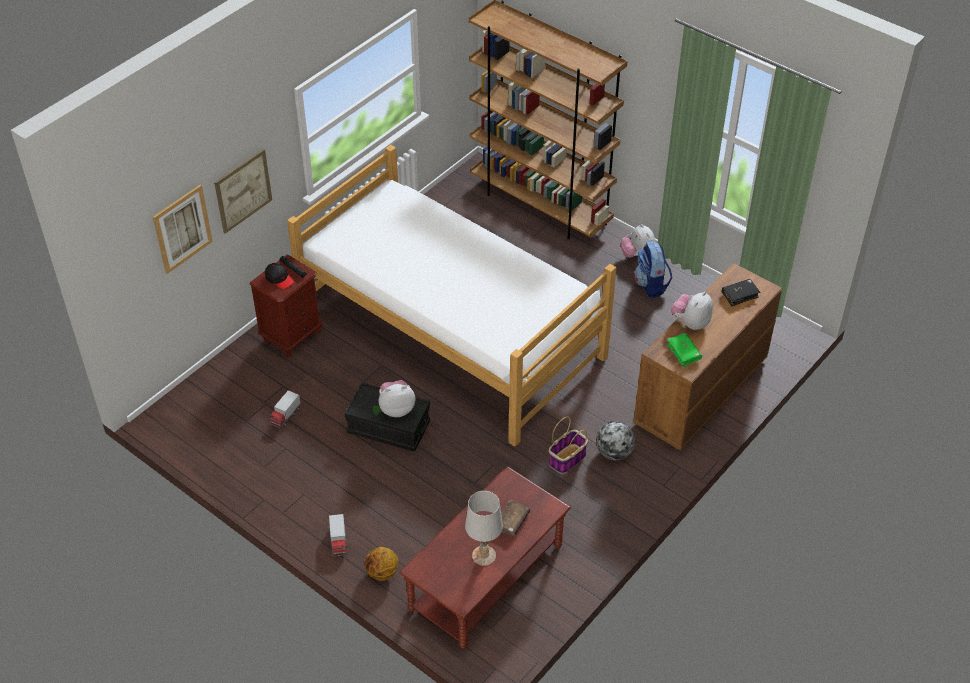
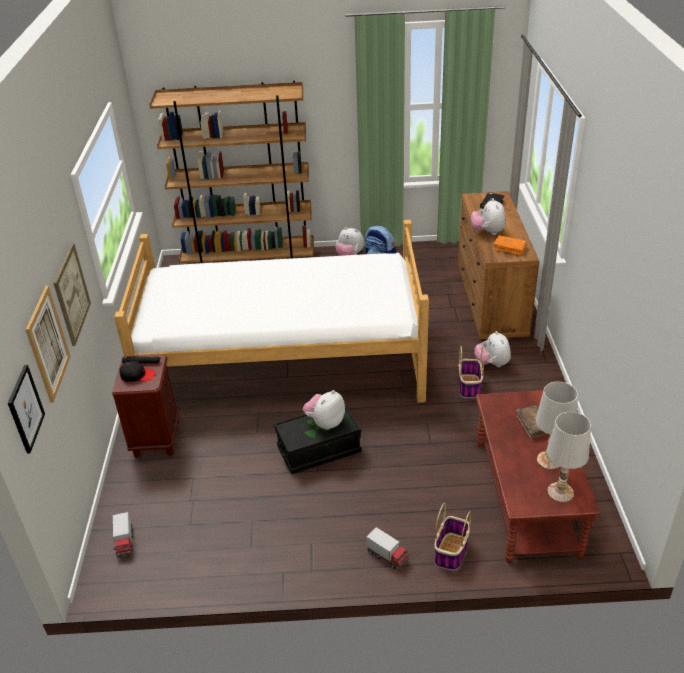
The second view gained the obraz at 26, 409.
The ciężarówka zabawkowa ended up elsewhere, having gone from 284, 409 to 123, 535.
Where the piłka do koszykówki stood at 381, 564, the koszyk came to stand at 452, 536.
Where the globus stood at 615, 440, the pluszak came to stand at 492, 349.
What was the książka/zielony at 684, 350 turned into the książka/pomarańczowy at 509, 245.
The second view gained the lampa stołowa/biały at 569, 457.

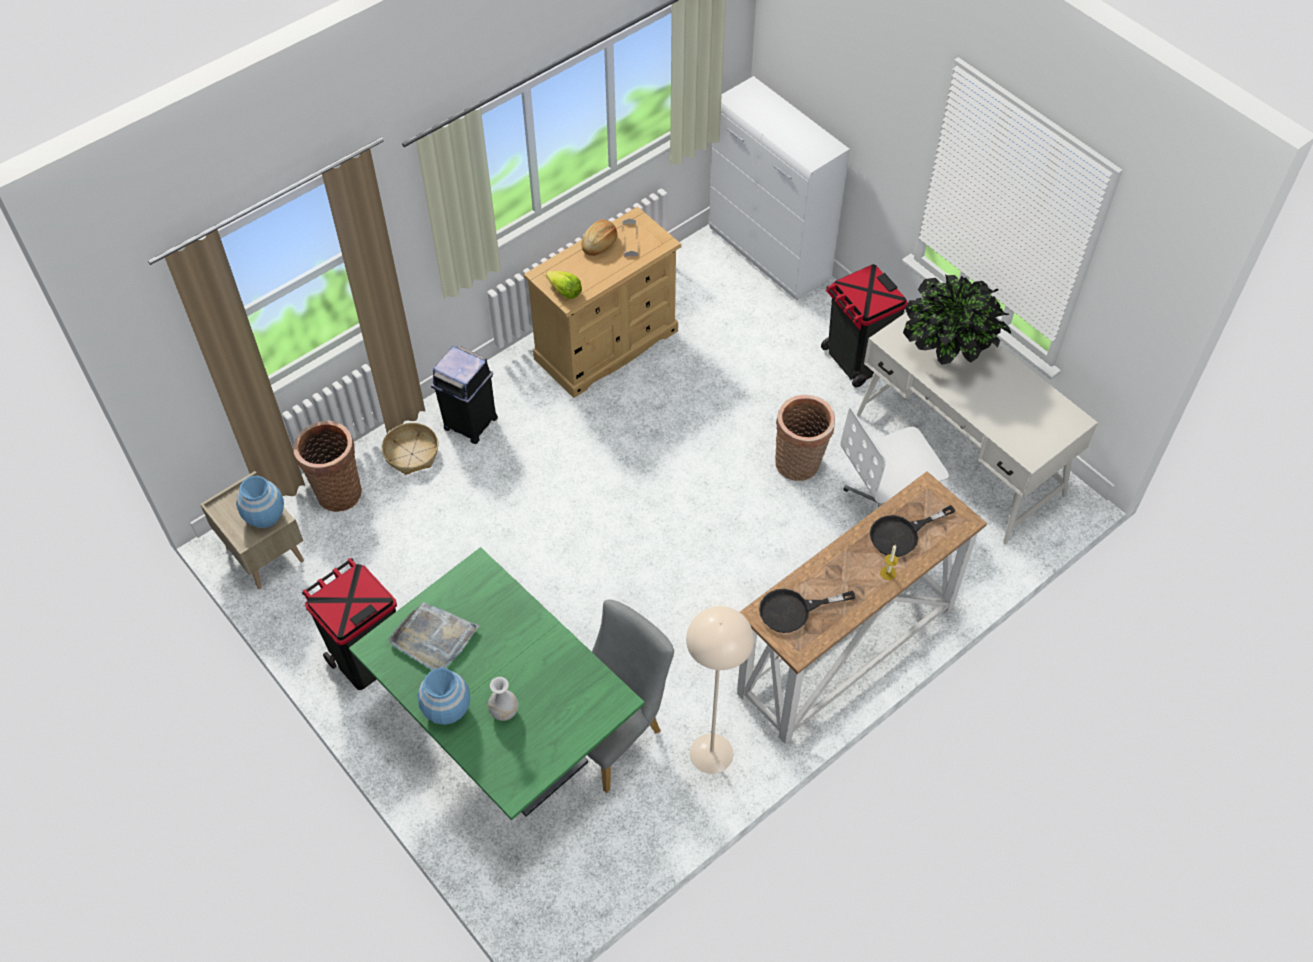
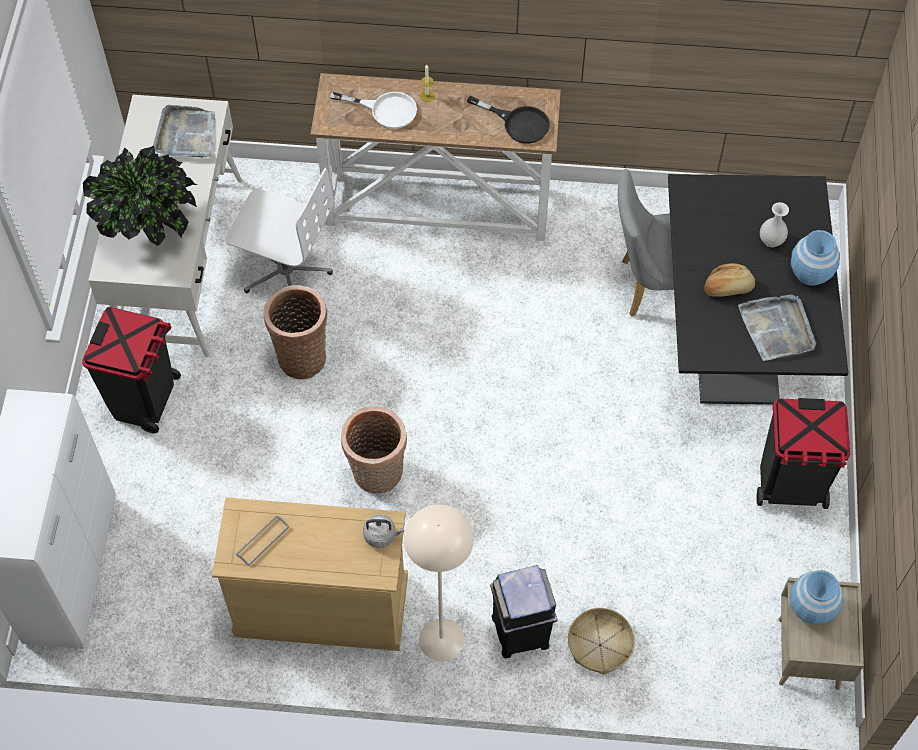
The second view gained the taca/szary at 184, 131.
What was the patelnia/czarny at 912, 531 turned into the patelnia/biały at 373, 110.
The koszyk ended up elsewhere, having gone from 327, 466 to 374, 450.
Where the sałata stood at 564, 285, the czajnik/szary came to stand at 383, 531.
The lampa stojąca/beżowy ended up elsewhere, having gone from 720, 690 to 439, 582.
What was the stół jadalny/zielony at 497, 683 turned into the stół jadalny/czarny at 758, 289.
The chleb ended up elsewhere, having gone from 599, 238 to 729, 280.

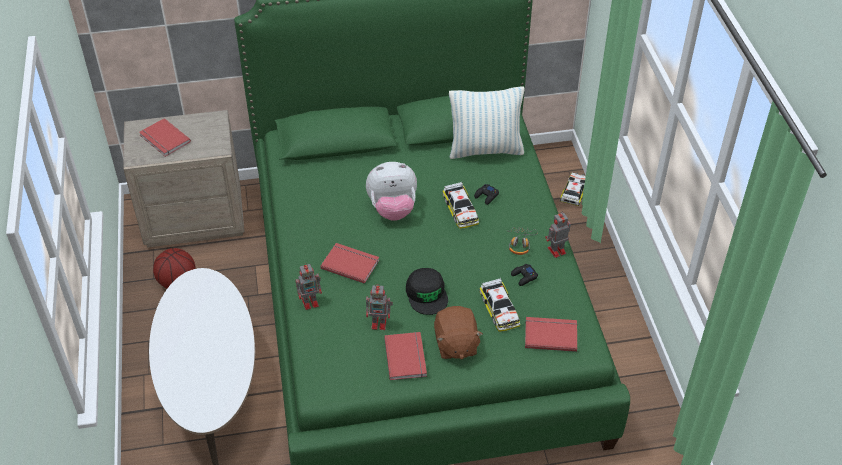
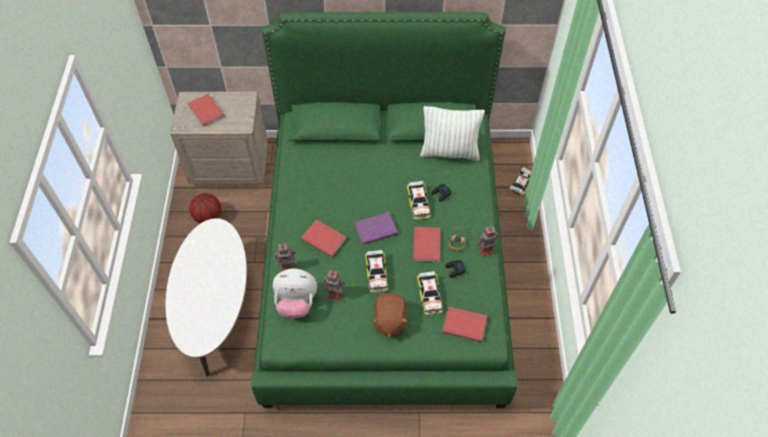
The pluszak ended up elsewhere, having gone from 391, 191 to 295, 293.
The second view gained the książka/fioletowy at 376, 228.
Where the czapka z daszkiem/czarny stood at 427, 291, the samochodzik came to stand at 376, 271.
The książka/czerwony ended up elsewhere, having gone from 405, 356 to 426, 244.

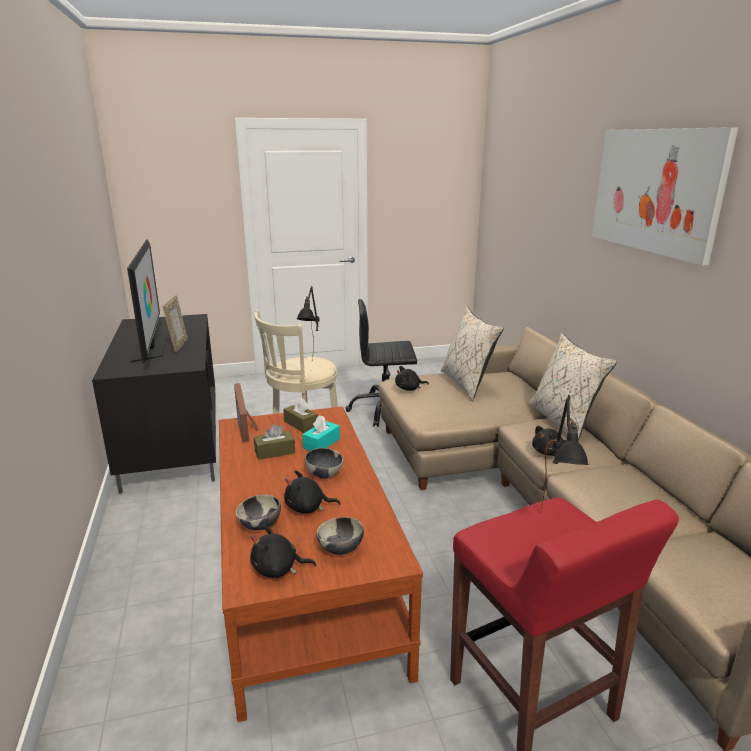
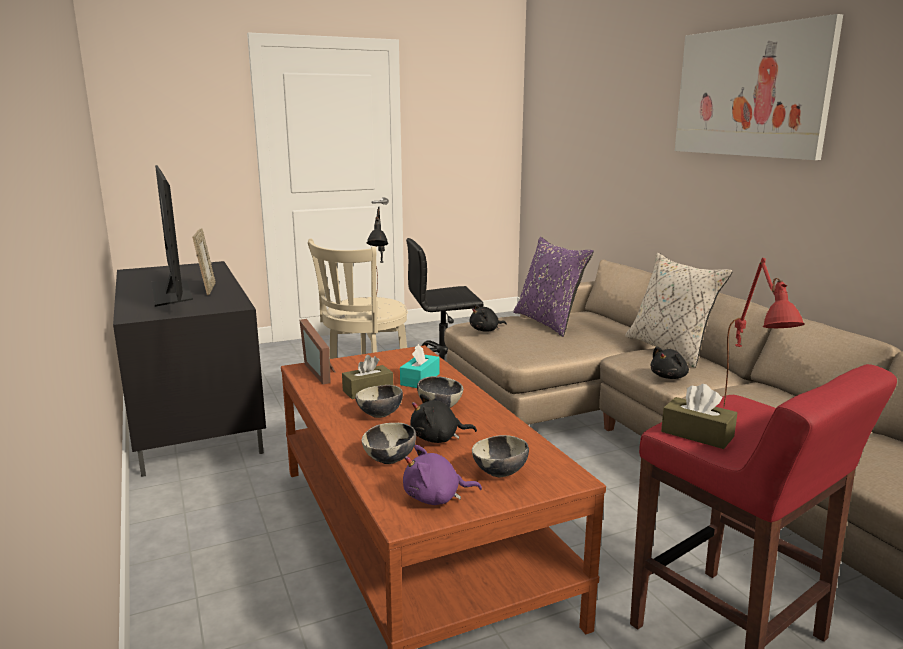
The second view gained the miska at 379, 401.
What was the pluszak/czarny at 283, 551 turned into the pluszak/fioletowy at 442, 475.
What was the poduszka/beżowy at 472, 354 turned into the poduszka/fioletowy at 553, 287.
The pudełko chusteczek/brązowy ended up elsewhere, having gone from 300, 415 to 699, 416.
What was the lampa stołowa/czarny at 564, 454 turned into the lampa stołowa/czerwony at 764, 332.

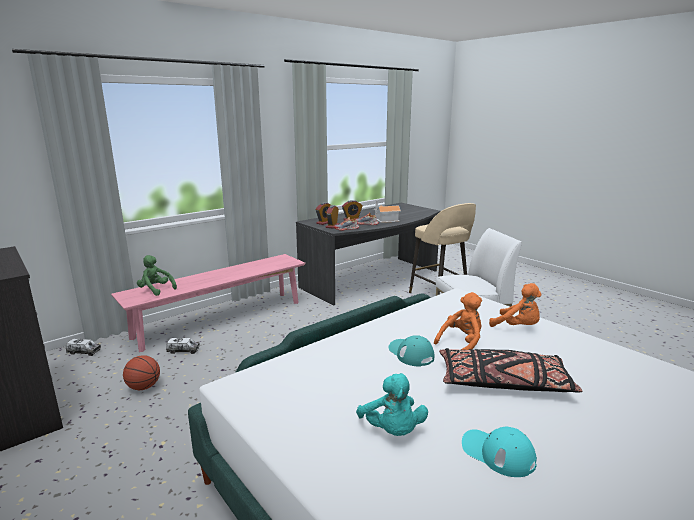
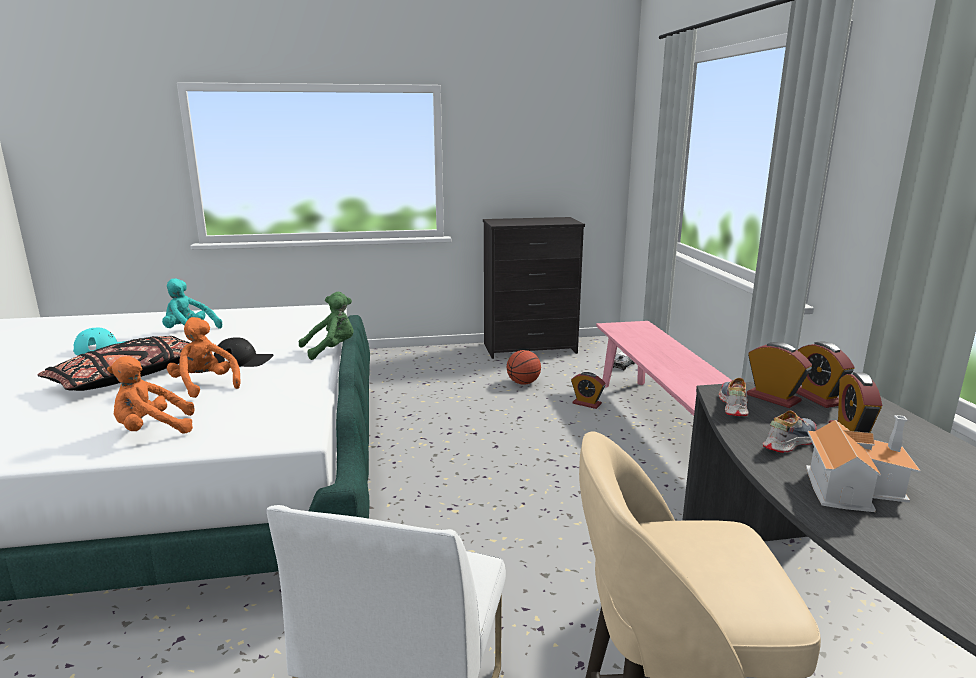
The pluszak/pomarańczowy at 458, 321 ended up facing another way, 150 degrees clockwise from before.
What was the czapka z daszkiem/turkusowy at 411, 350 turned into the czapka z daszkiem/czarny at 244, 352.
The pluszak/zielony ended up elsewhere, having gone from 157, 275 to 326, 326.
Where the ciężarówka zabawkowa stood at 183, 346, the budzik came to stand at 588, 390.

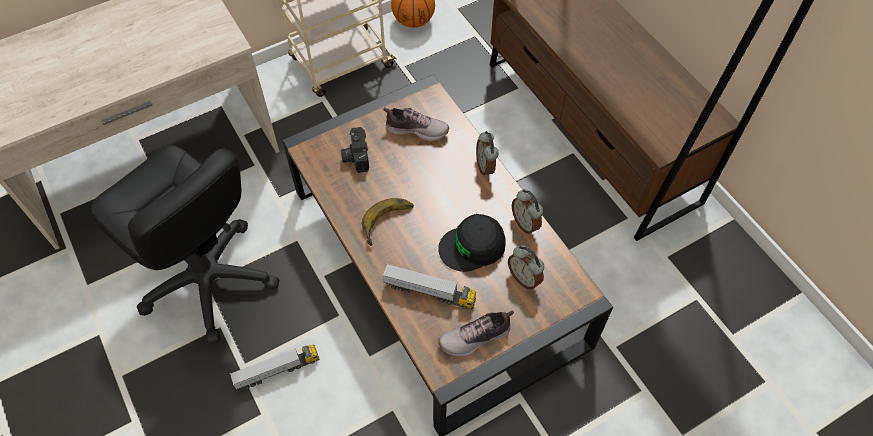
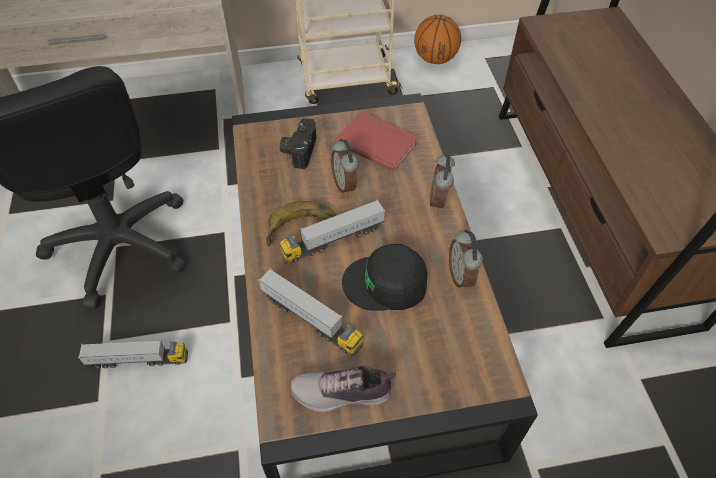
The second view gained the ciężarówka zabawkowa at 332, 231.
The budzik ended up elsewhere, having gone from 526, 267 to 345, 167.
Where the but stood at 416, 124, the książka/czerwony came to stand at 377, 141.

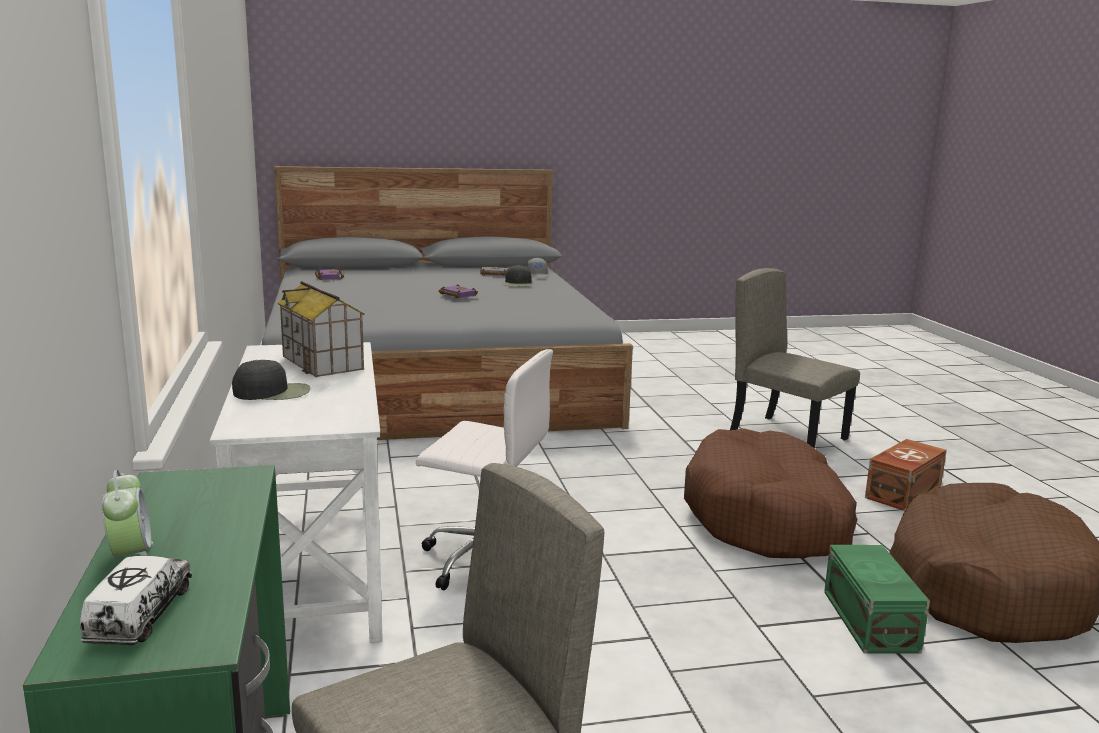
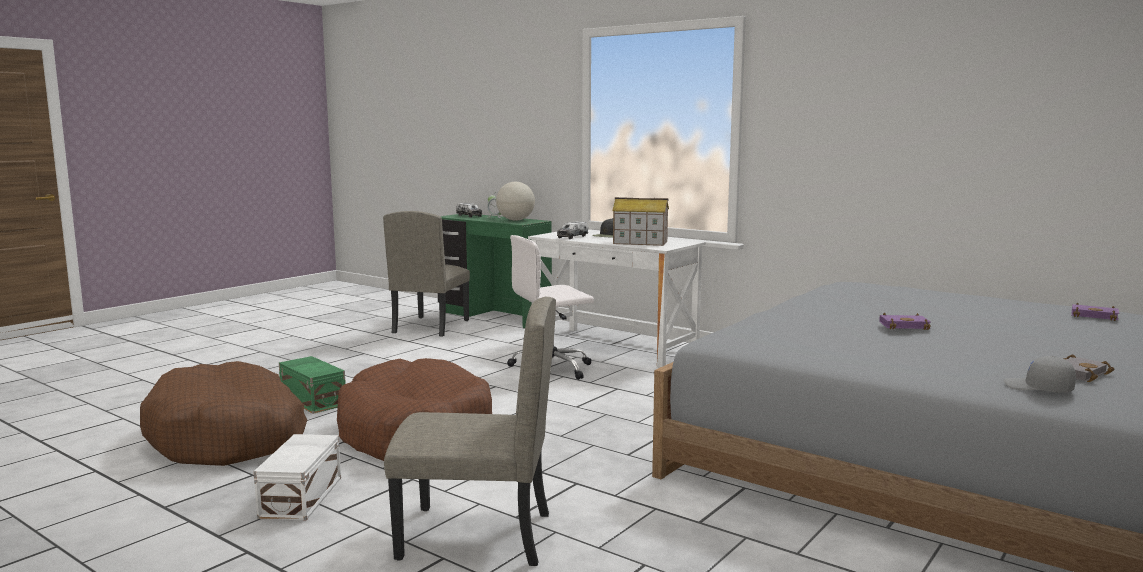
What was the pojemnik do przechowywania/brązowy at 906, 475 turned into the pojemnik do przechowywania/biały at 297, 477.
The second view gained the globus at 515, 201.
The second view gained the ciężarówka zabawkowa at 572, 230.
The second view lost the czapka z daszkiem/czarny at 517, 276.

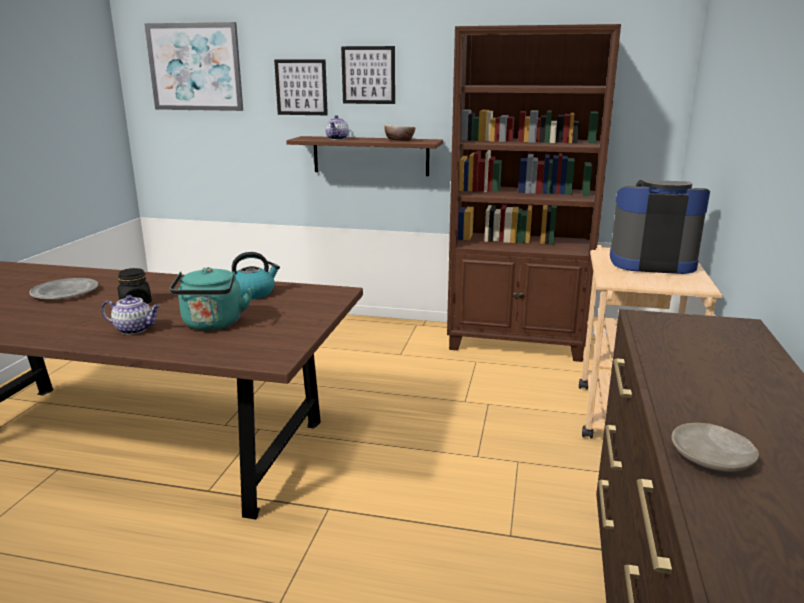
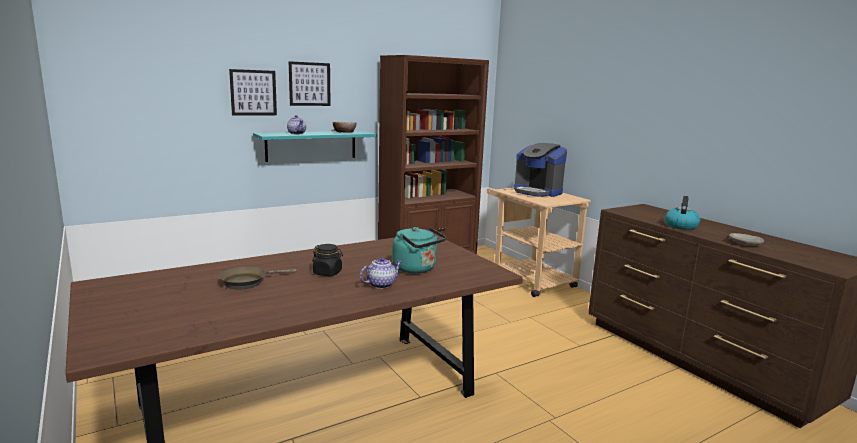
Where the talerz/szary stood at 63, 288, the patelnia/brązowy came to stand at 258, 278.
What was the półka/brązowy at 364, 156 turned into the półka/turkusowy at 315, 146.
The ekspres do kawy at 660, 227 ended up facing another way, 105 degrees counterclockwise from before.
The czajnik ended up elsewhere, having gone from 255, 275 to 682, 213.
The second view lost the obraz at 193, 66.

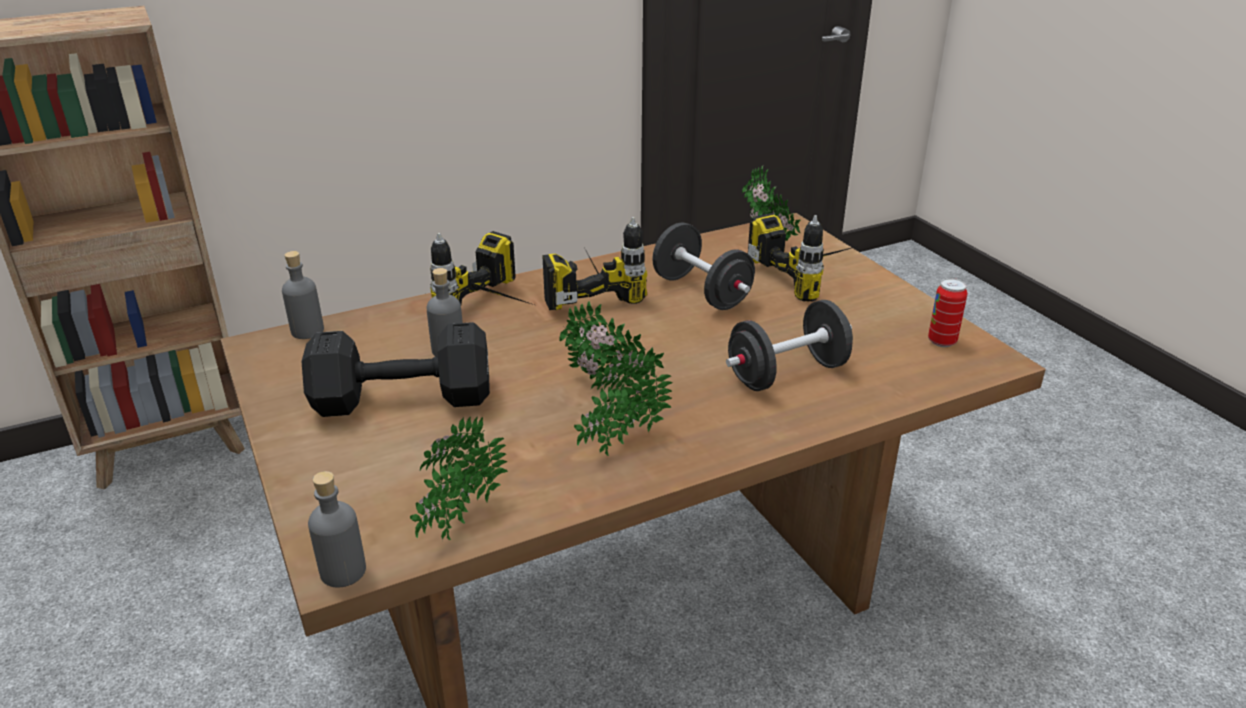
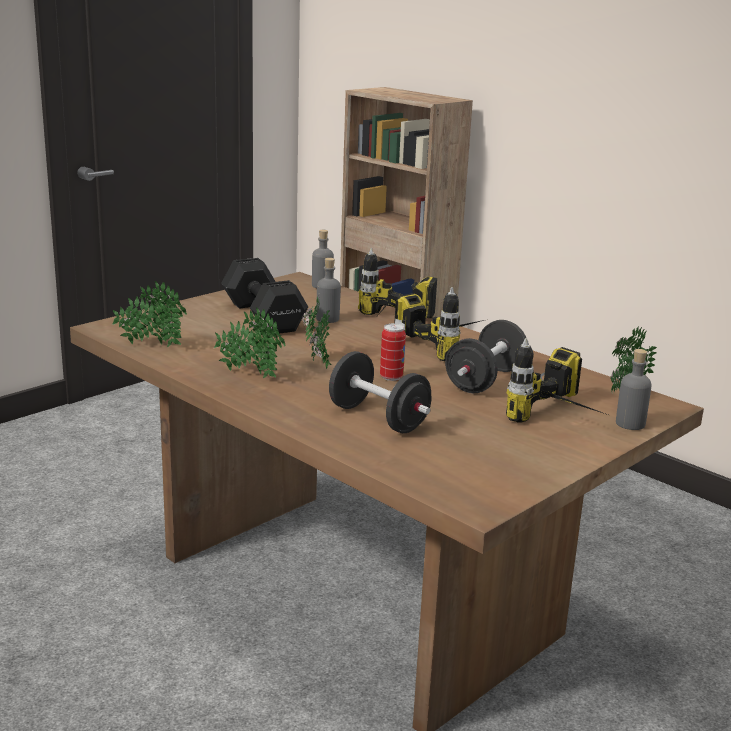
The puszka ended up elsewhere, having gone from 947, 312 to 393, 352.
The butelka/szary ended up elsewhere, having gone from 337, 529 to 634, 389.

